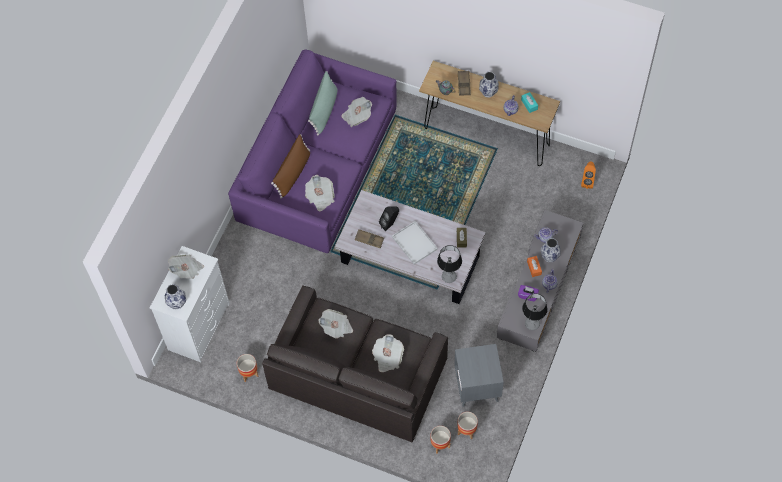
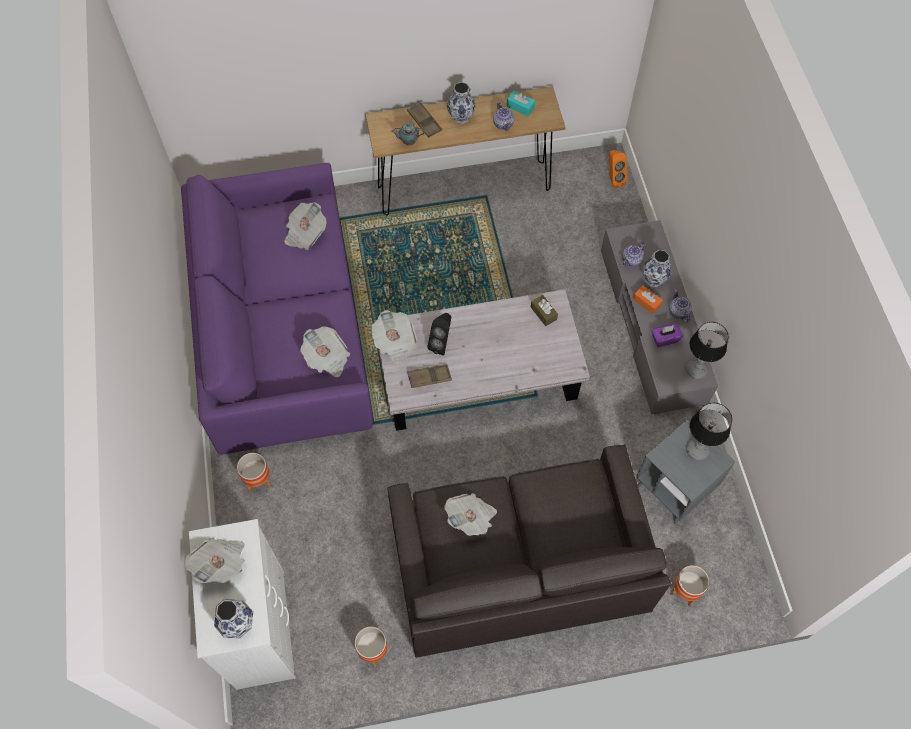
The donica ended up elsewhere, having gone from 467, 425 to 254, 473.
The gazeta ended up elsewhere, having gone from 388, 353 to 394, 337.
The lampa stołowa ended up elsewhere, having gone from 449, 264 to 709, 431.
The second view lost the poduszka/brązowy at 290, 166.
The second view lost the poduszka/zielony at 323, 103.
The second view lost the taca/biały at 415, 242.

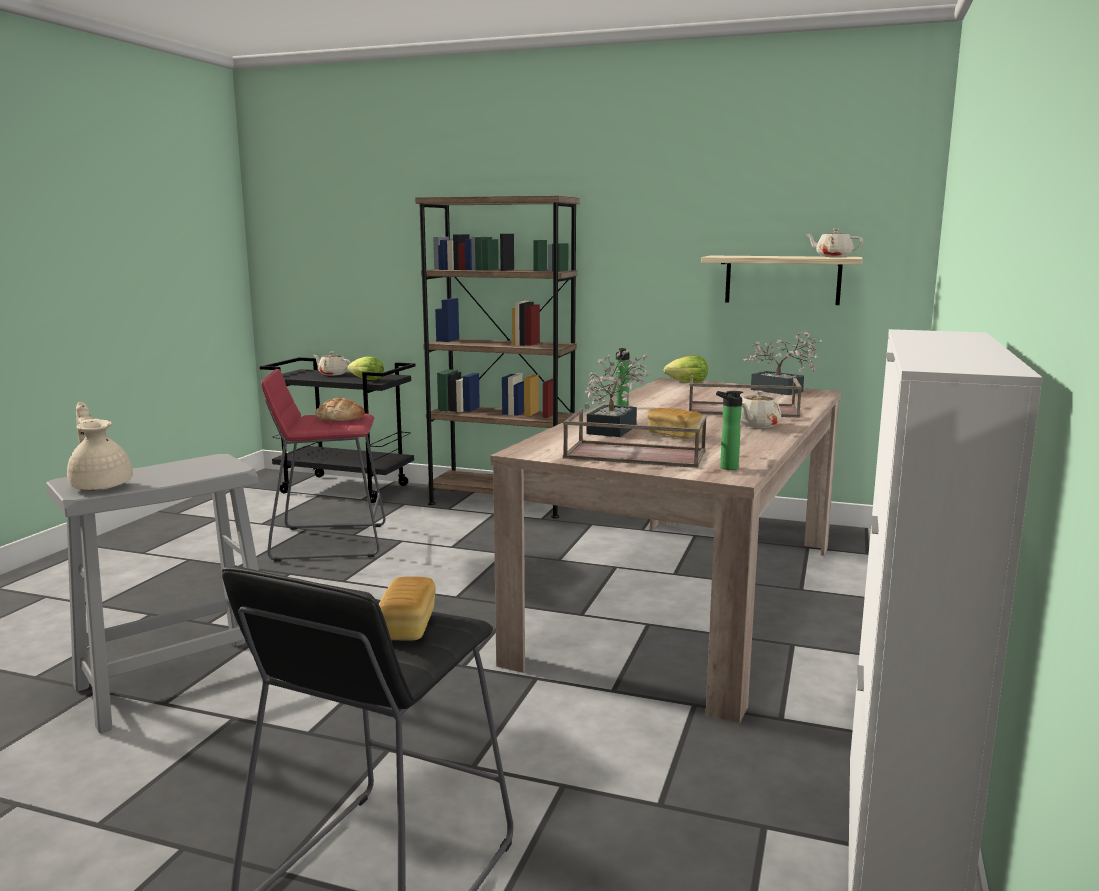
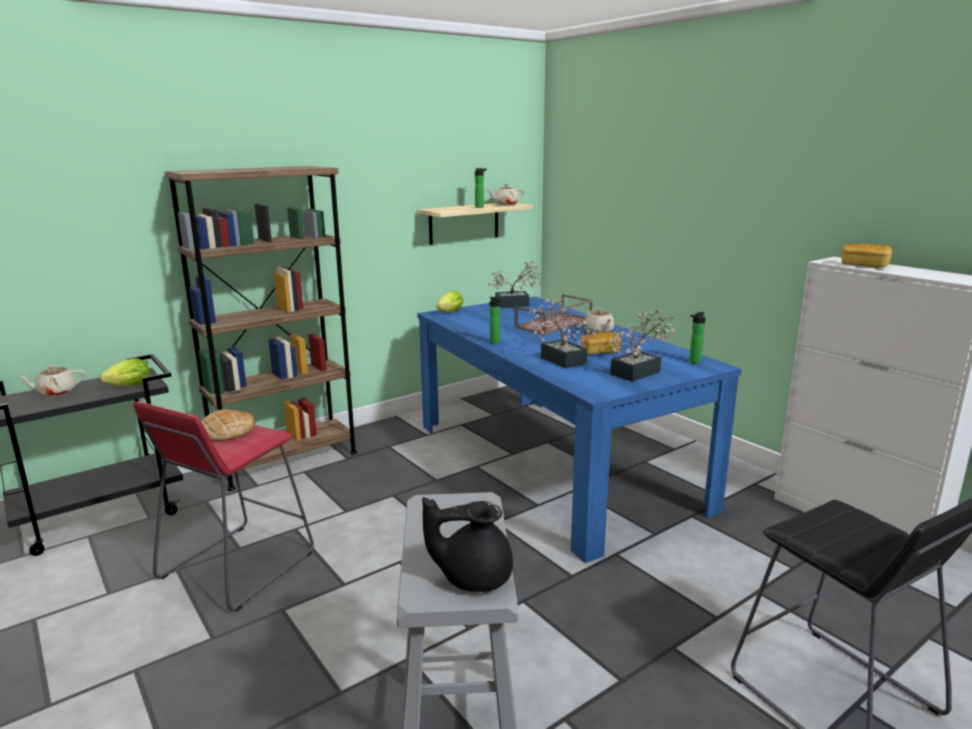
What was the stół jadalny/beżowy at 665, 551 turned into the stół jadalny/niebieski at 579, 429.
What was the imbryk/beżowy at 100, 446 turned into the imbryk/czarny at 467, 544.
The second view gained the butelka at 481, 188.
Where the taca/brązowy stood at 634, 438, the roślina doniczkowa came to stand at 643, 346.
The chleb ended up elsewhere, having gone from 407, 608 to 866, 256.

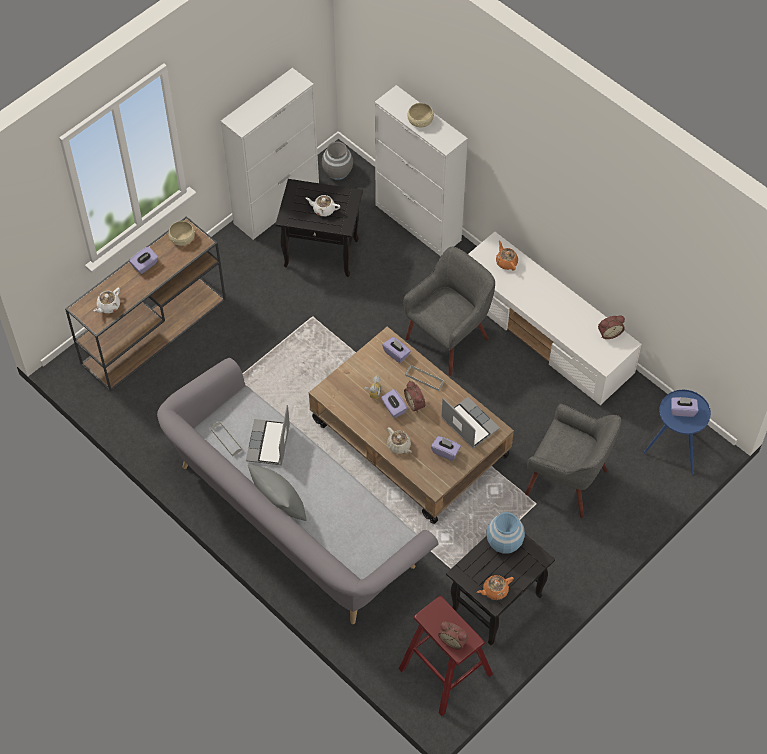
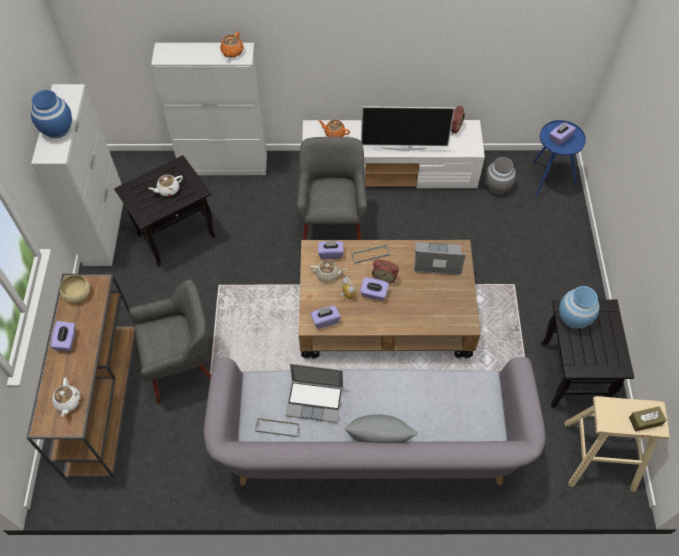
The second view gained the wazon/niebieski at 51, 114.
The fotel/szary ended up elsewhere, having gone from 573, 461 to 170, 342.
The imbryk/pomarańczowy ended up elsewhere, having gone from 495, 587 to 232, 44.
The laptop at 268, 435 ended up facing another way, 45 degrees counterclockwise from before.
The imbryk/beżowy ended up elsewhere, having gone from 399, 440 to 328, 271.
The pudełko chusteczek/fioletowy ended up elsewhere, having gone from 446, 448 to 325, 317.
The second view gained the telewizor at 408, 128.
The wazon/szary ended up elsewhere, having gone from 337, 161 to 500, 175.
What was the stołek/czerwony at 446, 656 turned into the stołek/beżowy at 617, 444.
Where the budzik stood at 453, 636, the pudełko chusteczek/brązowy came to stand at 648, 419.
The second view lost the miska/beżowy at 420, 115.

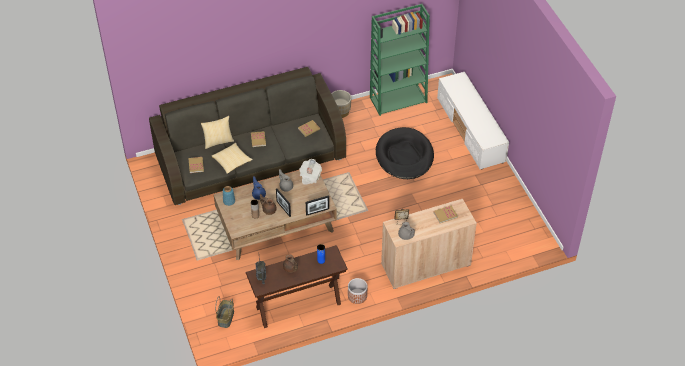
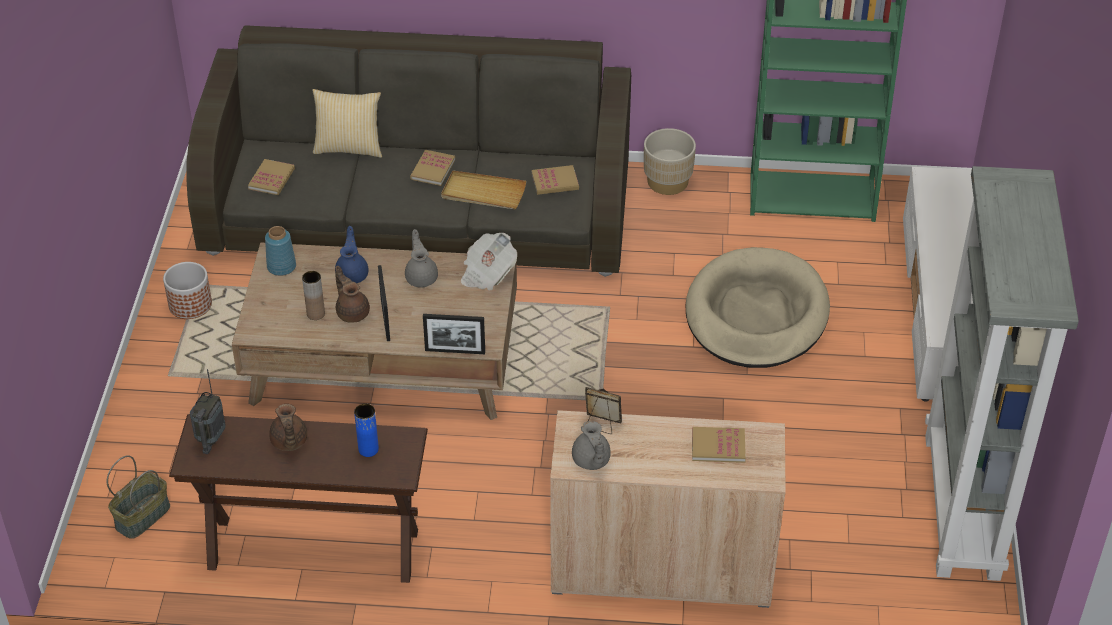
The donica ended up elsewhere, having gone from 357, 291 to 187, 290.
The second view gained the taca/beżowy at 483, 190.
What was the legowisko/czarny at 405, 153 turned into the legowisko/beżowy at 758, 307.
The second view gained the regał/szary at 1002, 373.
The second view lost the poduszka at 232, 158.

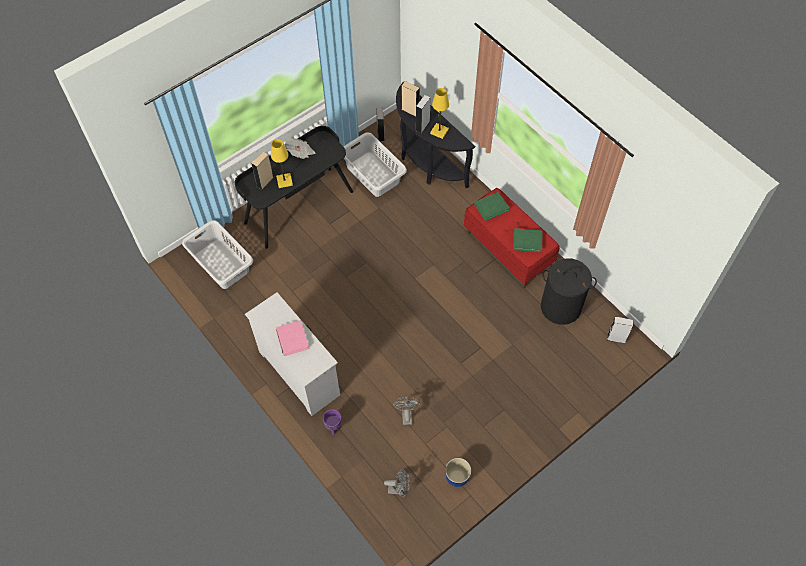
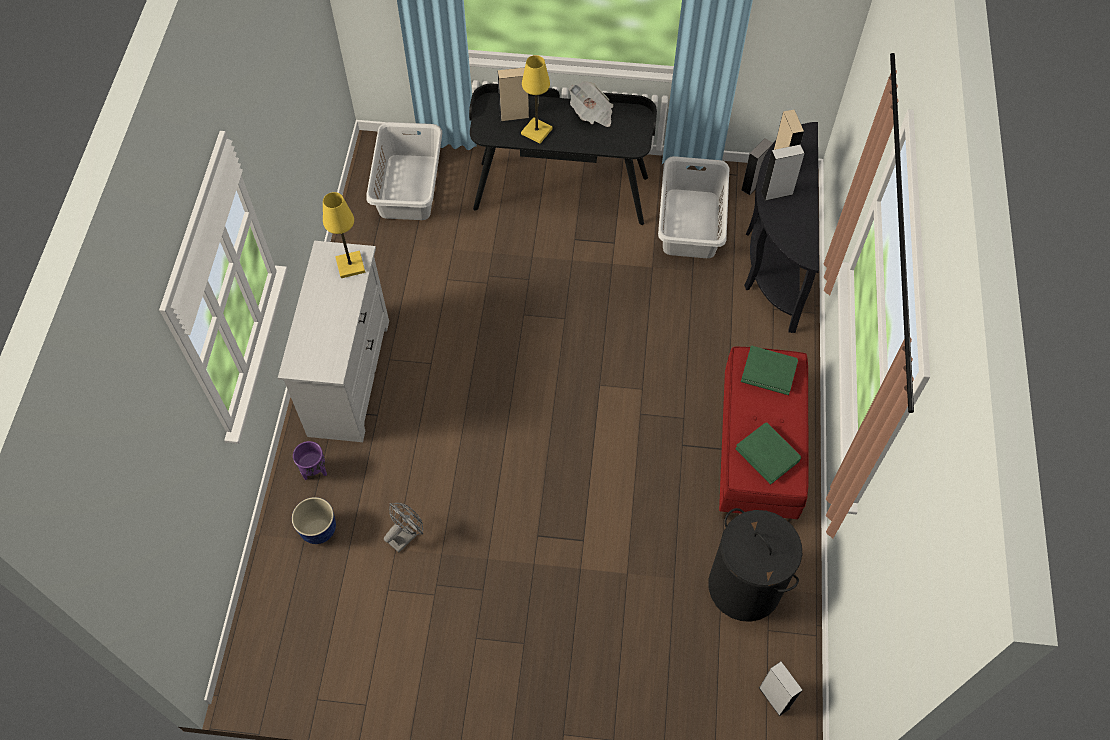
The donica ended up elsewhere, having gone from 458, 472 to 314, 520.
The lampa stołowa/żółty ended up elsewhere, having gone from 439, 113 to 344, 235.
The second view lost the książka/różowy at 292, 338.
The second view lost the wentylator/szary at 397, 483.

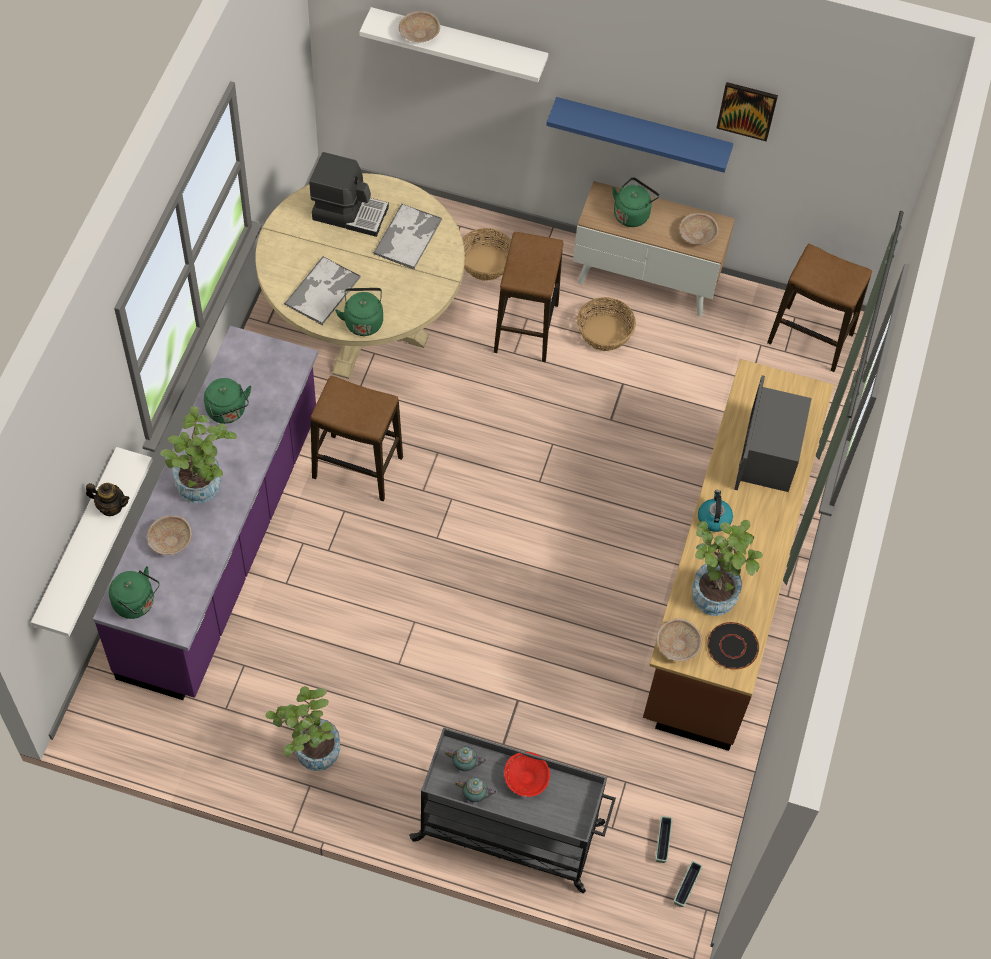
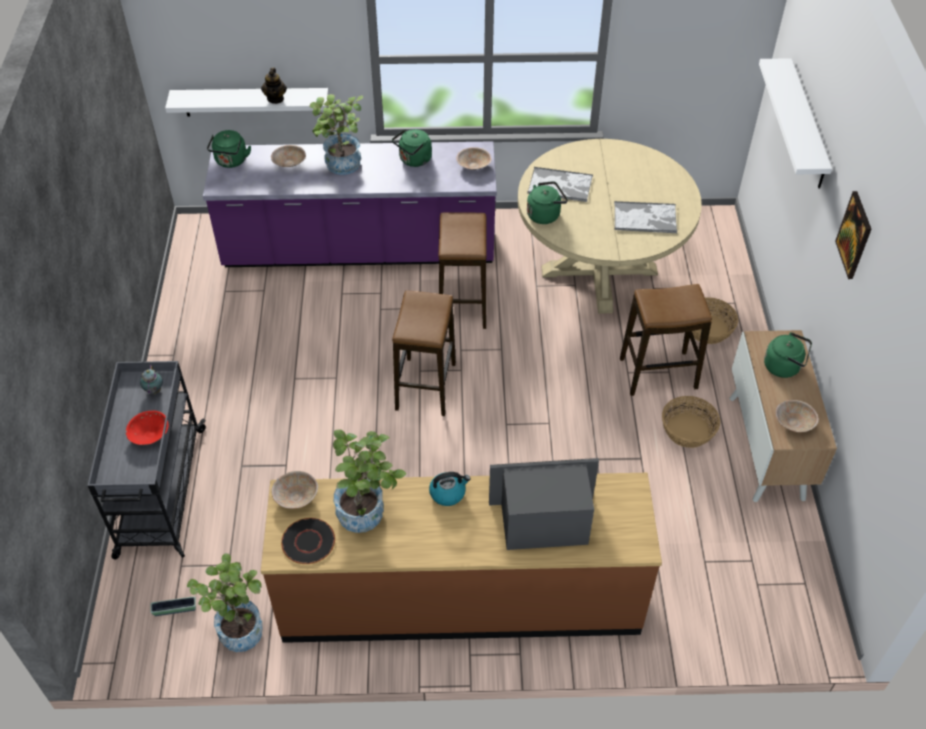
The roślina doniczkowa ended up elsewhere, having gone from 303, 728 to 225, 602.
The stołek ended up elsewhere, having gone from 819, 308 to 424, 353.
The miska/beżowy ended up elsewhere, having gone from 419, 26 to 474, 158.
The obraz ended up elsewhere, having gone from 747, 112 to 853, 235.
The second view lost the ekspres do kawy at 349, 194.
The second view lost the imbryk at 476, 789.
The second view lost the półka/niebieski at 639, 135.
The second view lost the donica at 688, 884.

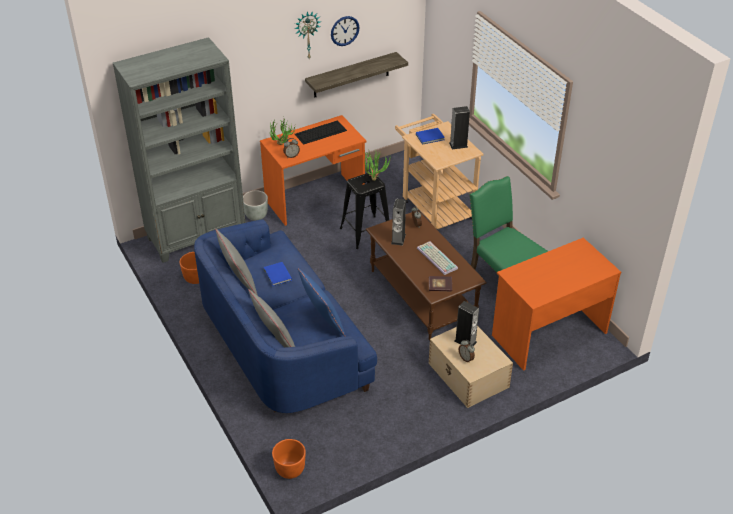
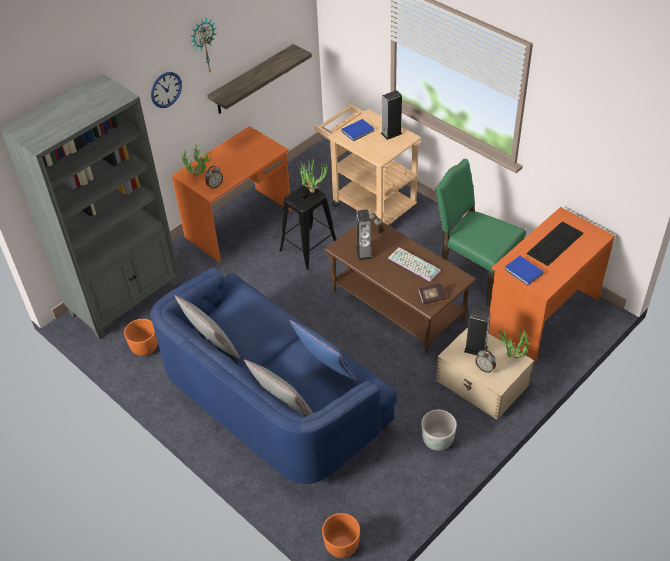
The zegar ścienny ended up elsewhere, having gone from 345, 31 to 166, 90.
The donica/szary ended up elsewhere, having gone from 255, 205 to 439, 430.
The second view gained the roślina doniczkowa at 514, 342.
The książka/niebieski ended up elsewhere, having gone from 278, 274 to 524, 270.
The klawiatura ended up elsewhere, having gone from 321, 132 to 554, 243.

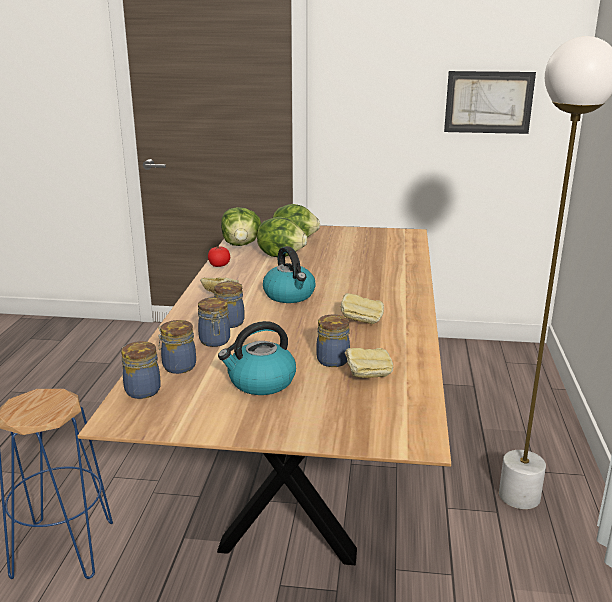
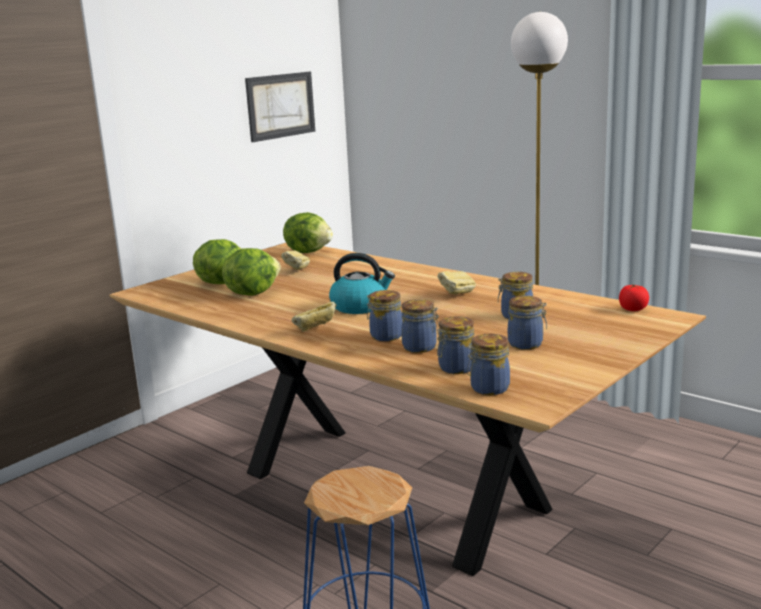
The chleb ended up elsewhere, having gone from 369, 363 to 295, 260.
The sałata ended up elsewhere, having gone from 241, 226 to 308, 232.
Where the czajnik stood at 257, 358, the słoik came to stand at 527, 323.
The pomidor ended up elsewhere, having gone from 219, 256 to 634, 297.

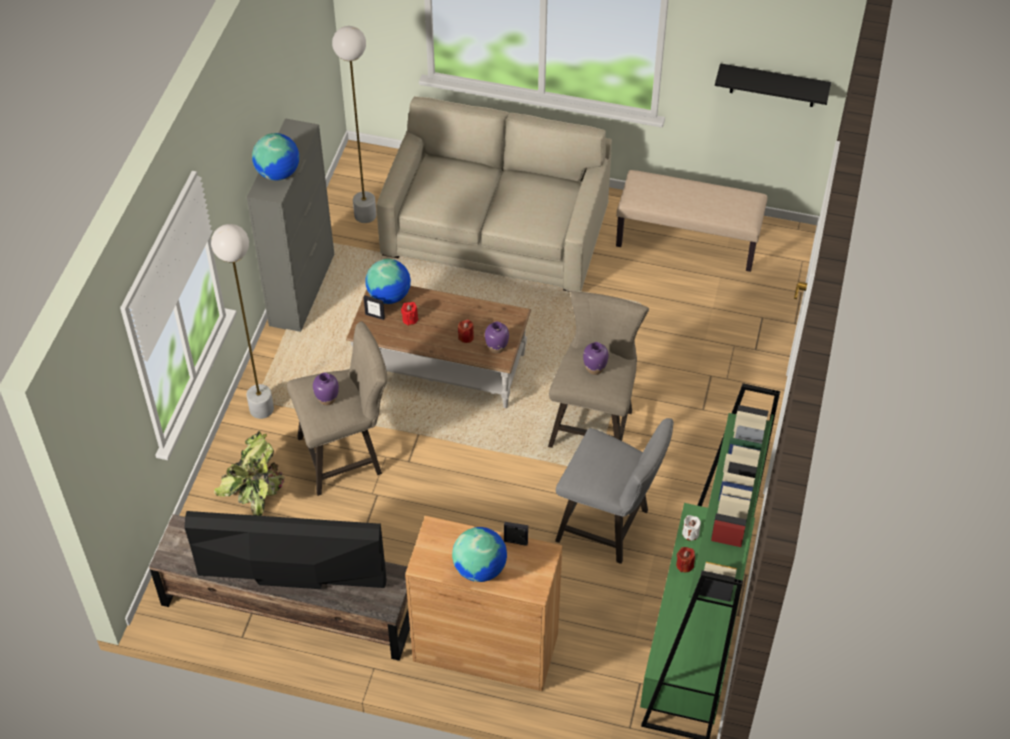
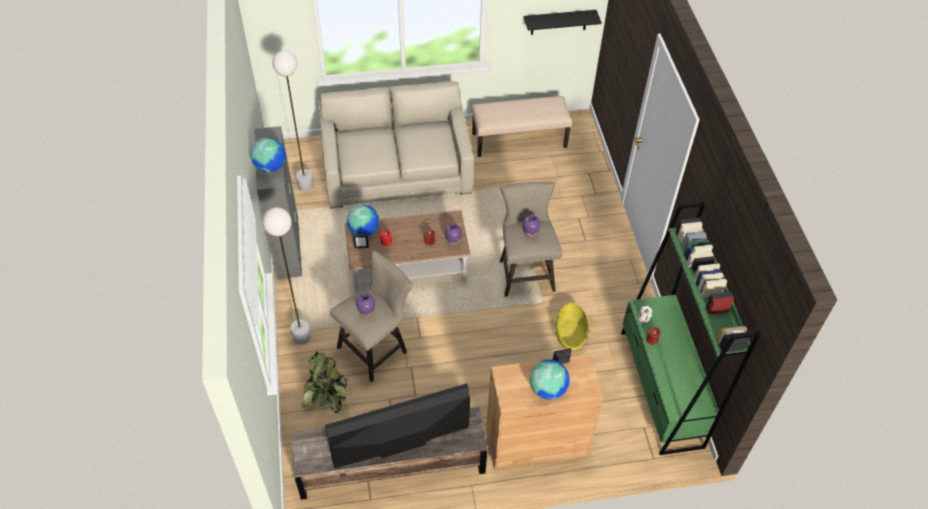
Where the stołek/szary stood at 614, 491, the koszyk came to stand at 572, 327.

